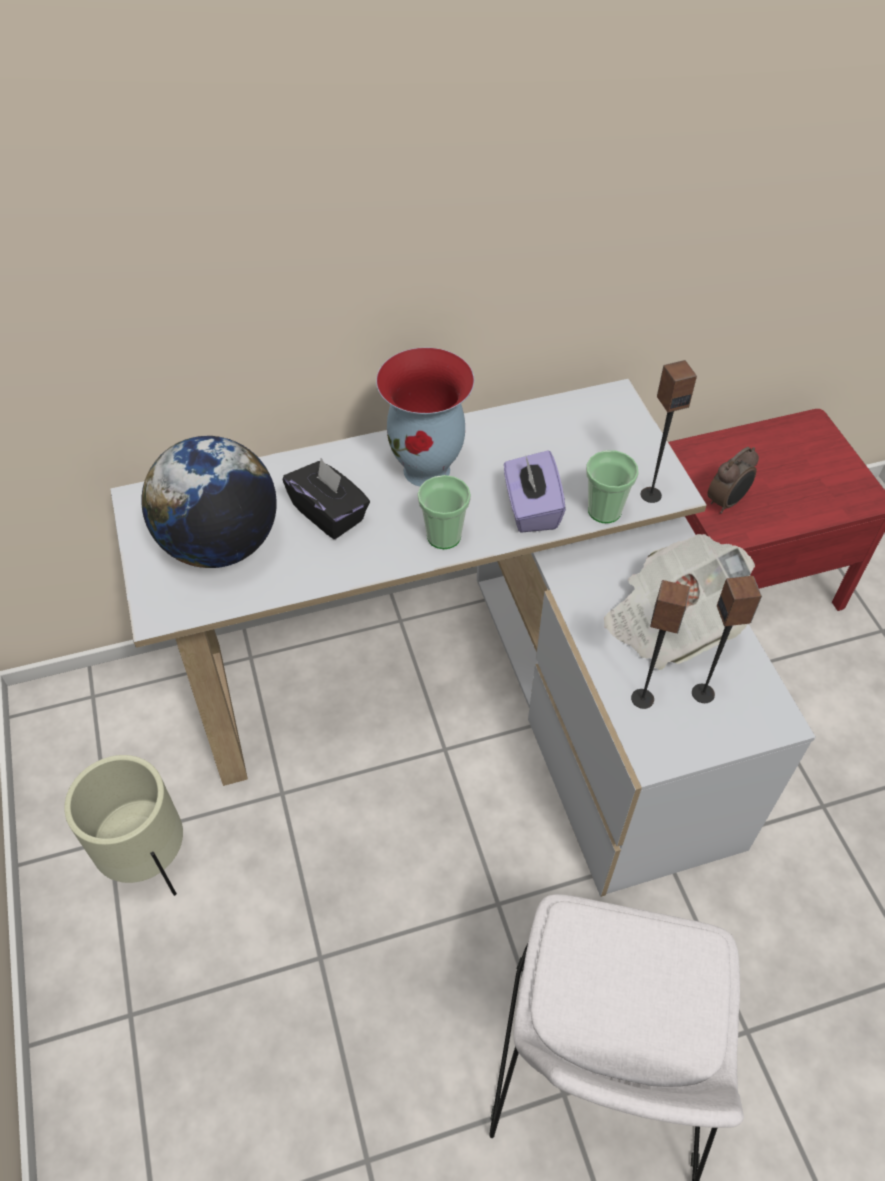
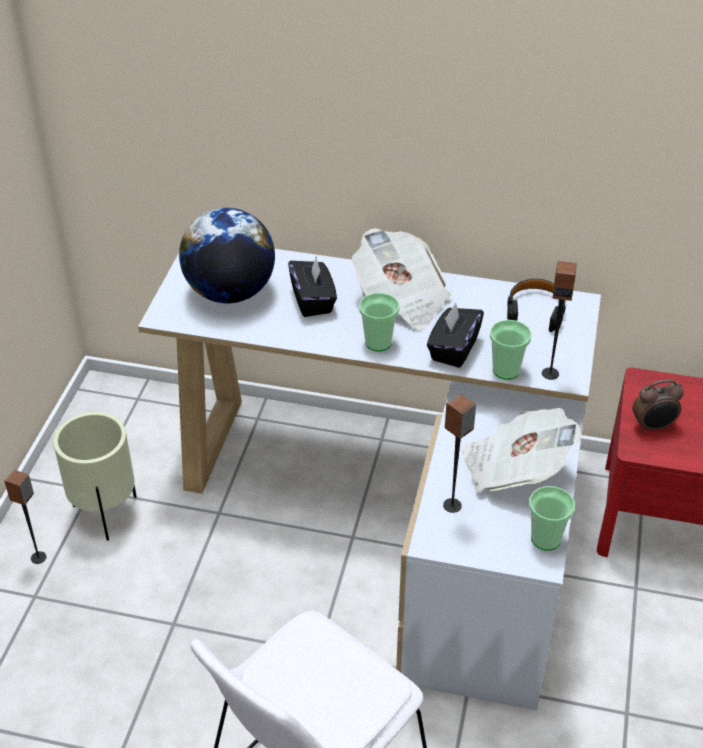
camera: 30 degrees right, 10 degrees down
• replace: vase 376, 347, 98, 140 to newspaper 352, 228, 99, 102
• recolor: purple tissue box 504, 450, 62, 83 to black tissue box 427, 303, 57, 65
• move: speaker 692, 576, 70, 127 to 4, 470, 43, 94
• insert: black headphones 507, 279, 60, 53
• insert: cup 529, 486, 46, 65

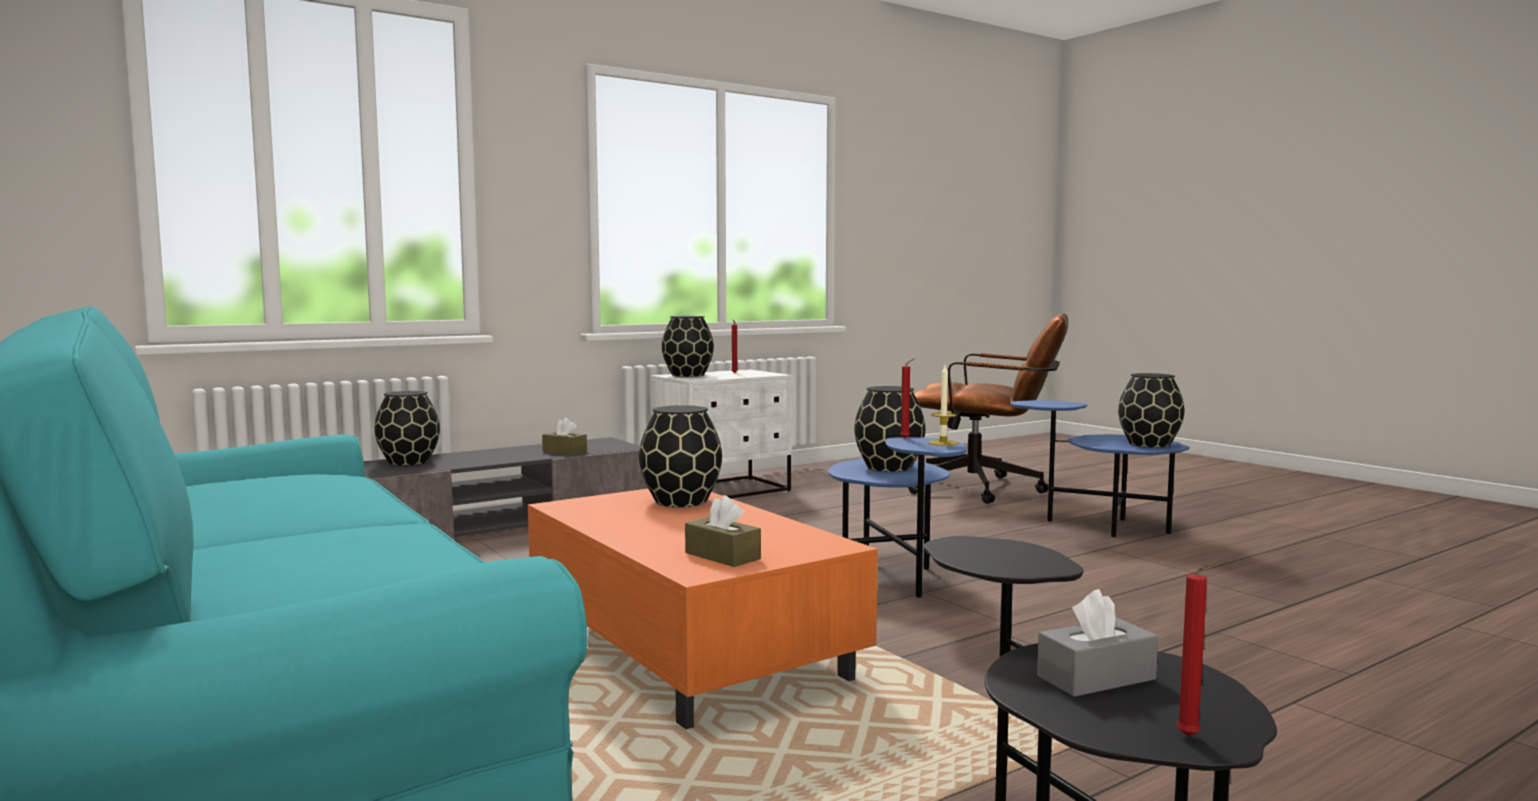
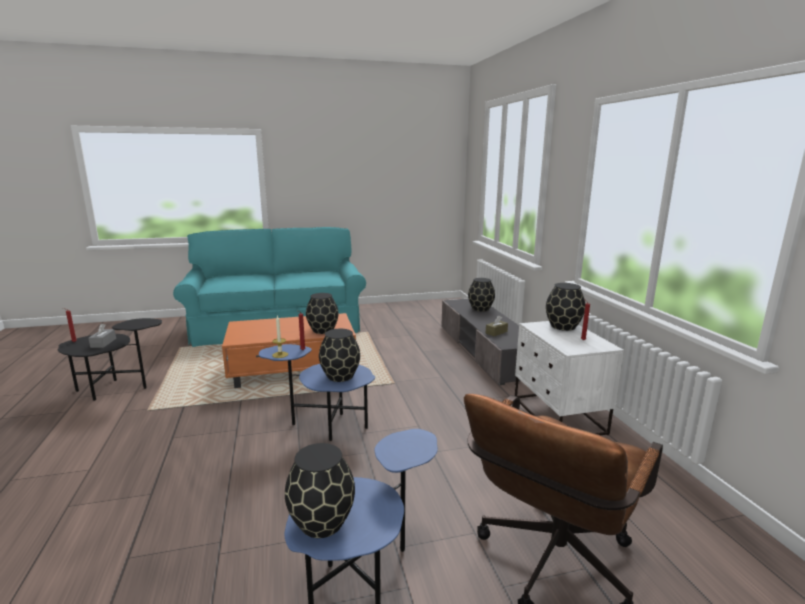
camera: 110 degrees right, 10 degrees up
• delete: brown tissue box 685, 495, 76, 72

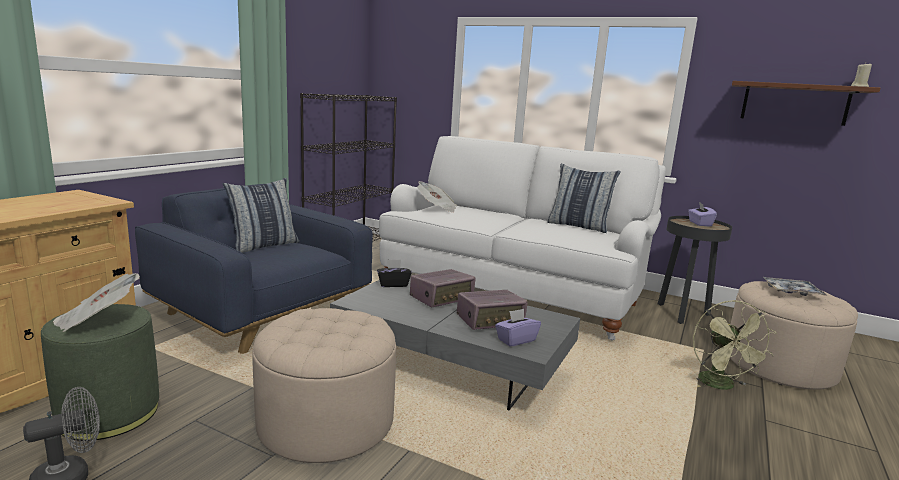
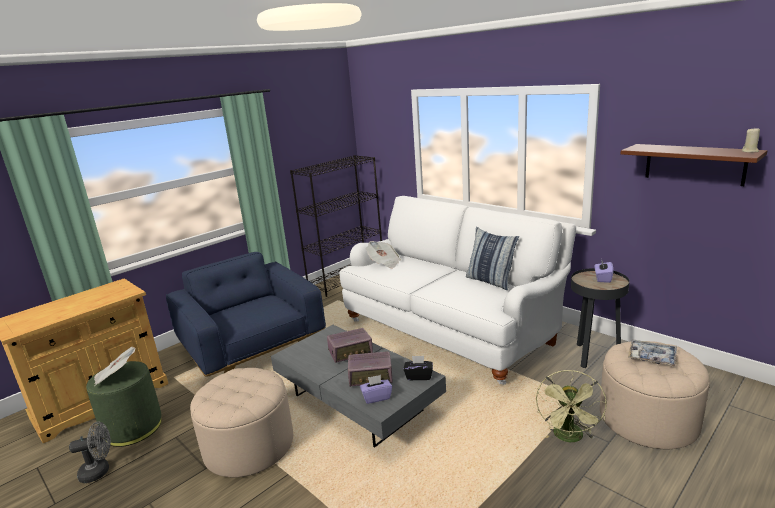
camera: 20 degrees right, 5 degrees up
• delete: pillow 223, 178, 76, 75
• move: black tissue box 377, 259, 35, 28 to 404, 356, 29, 24

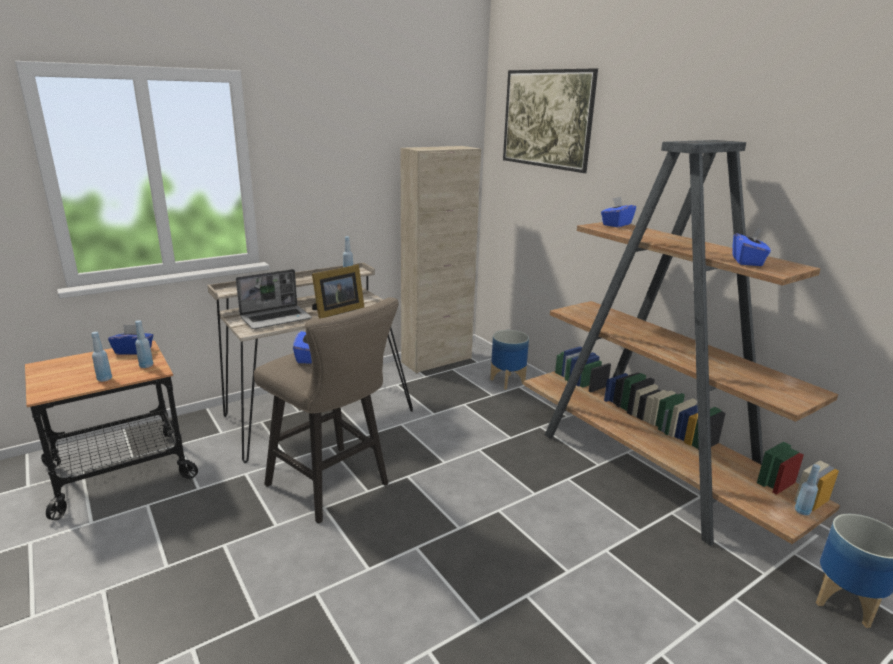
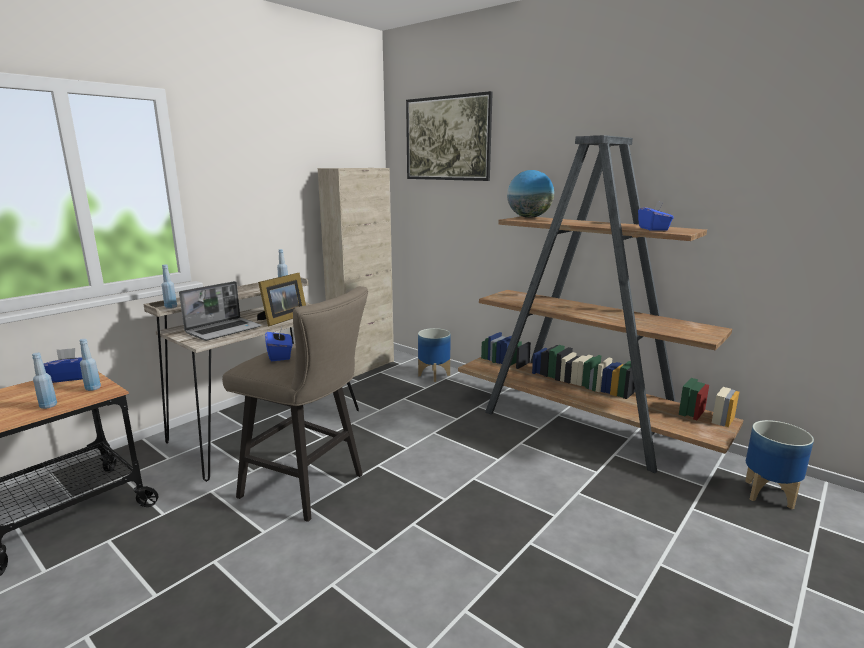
camera: 15 degrees left, 5 degrees down
• replace: blue tissue box 601, 197, 35, 30 to globe 507, 170, 47, 48
• move: blue bottle 795, 464, 25, 52 to 162, 264, 15, 45

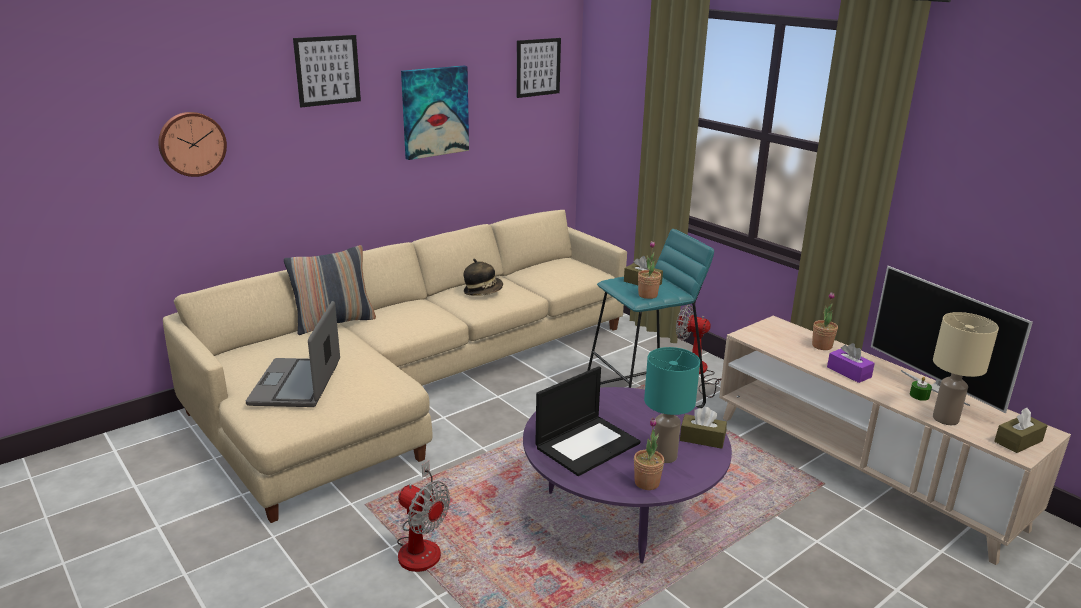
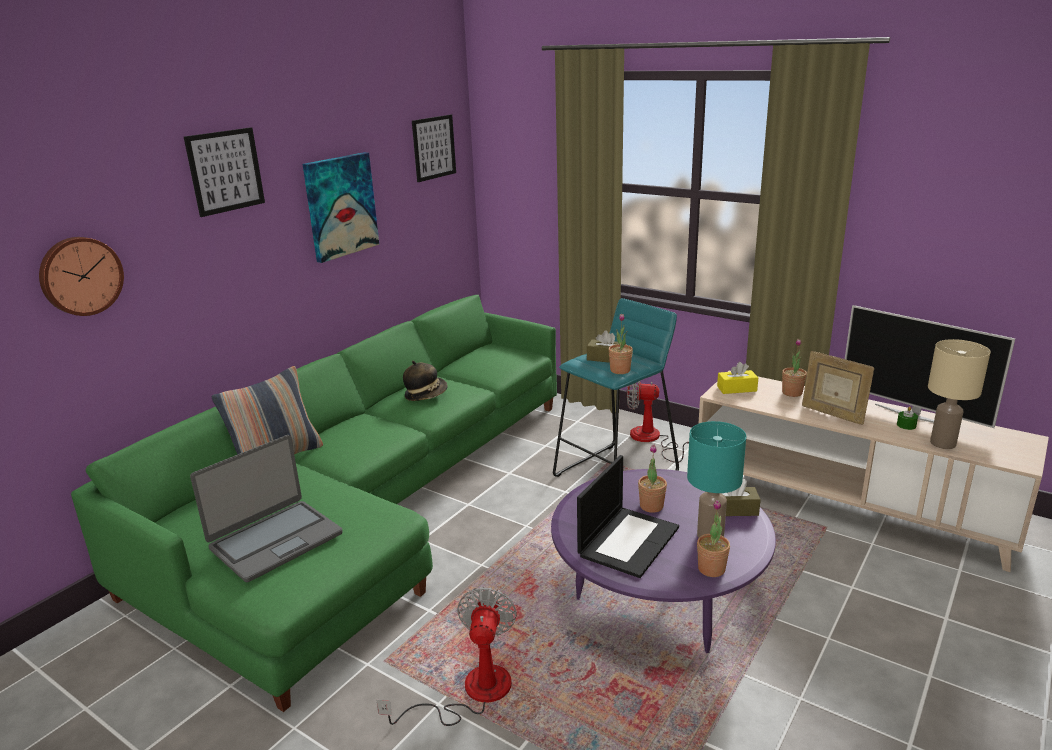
camera: 15 degrees left, 0 degrees up
• recolor: beige sofa 163, 210, 464, 313 to green sofa 71, 295, 486, 417
• rotate: laptop 246, 301, 94, 106 = 190, 435, 153, 147 120 degrees counterclockwise
• rotate: fan 397, 461, 53, 111 = 376, 587, 141, 139 105 degrees counterclockwise
• replace: purple tissue box 827, 343, 48, 40 to picture frame 802, 351, 72, 74
• delete: brown tissue box 995, 408, 53, 45
• insert: potted plant 638, 444, 29, 69
• insert: yellow tissue box 717, 362, 41, 32

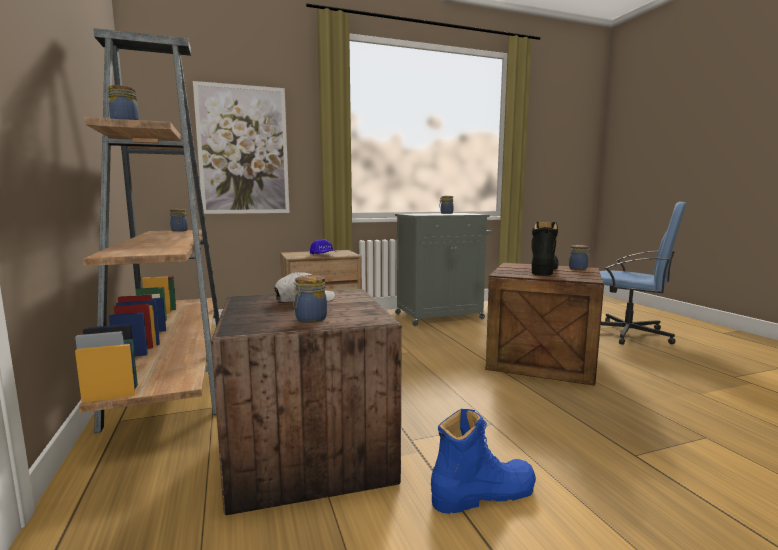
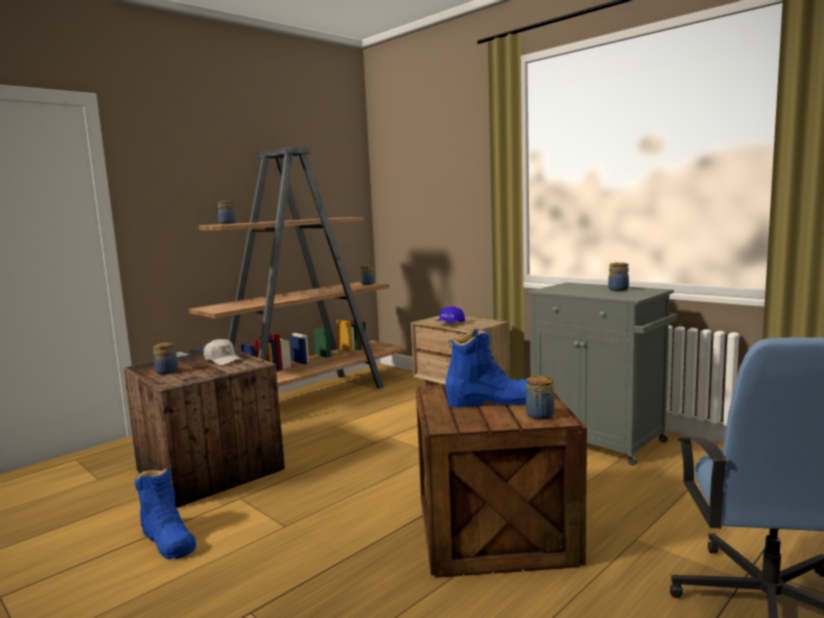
camera: 65 degrees right, 0 degrees up
• delete: picture 193, 81, 96, 133
• recolor: black boot 531, 222, 28, 54 to blue boot 446, 329, 81, 78

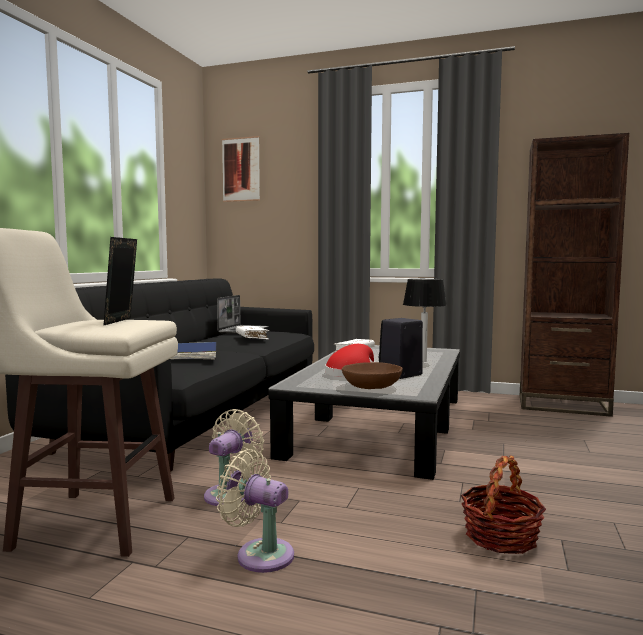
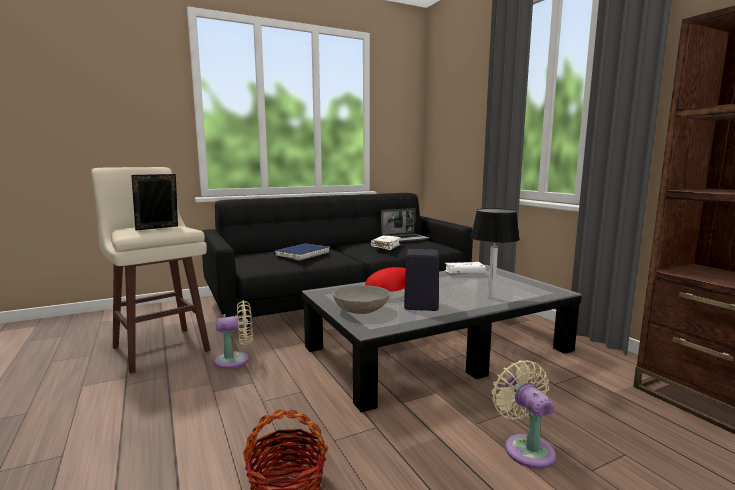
camera: 45 degrees right, 5 degrees up
• move: beige fan 216, 449, 78, 124 to 492, 360, 64, 109
• delete: picture 222, 136, 38, 66
• recolor: brown bowl 342, 362, 61, 27 to grey bowl 333, 285, 57, 29

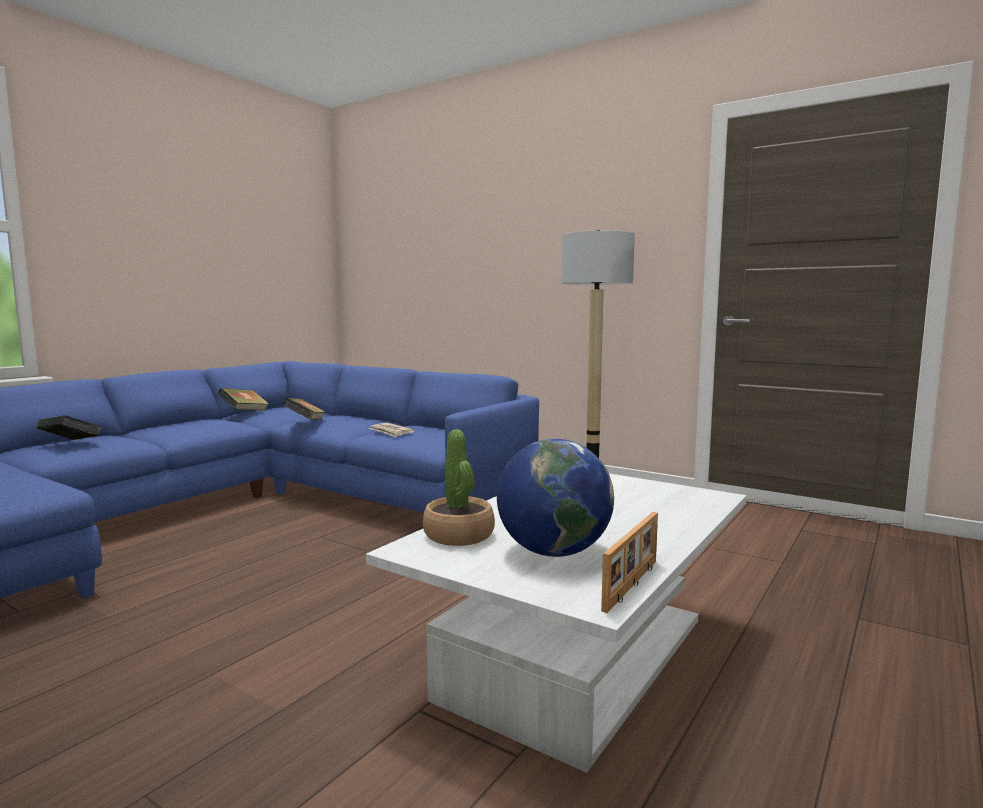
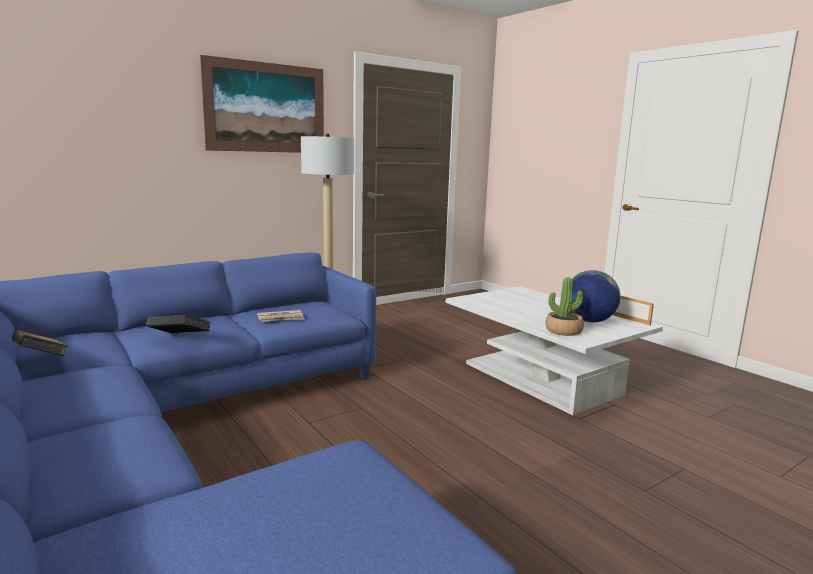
camera: 70 degrees left, 5 degrees up
• delete: book 36, 415, 66, 25
• insert: picture 200, 55, 124, 98

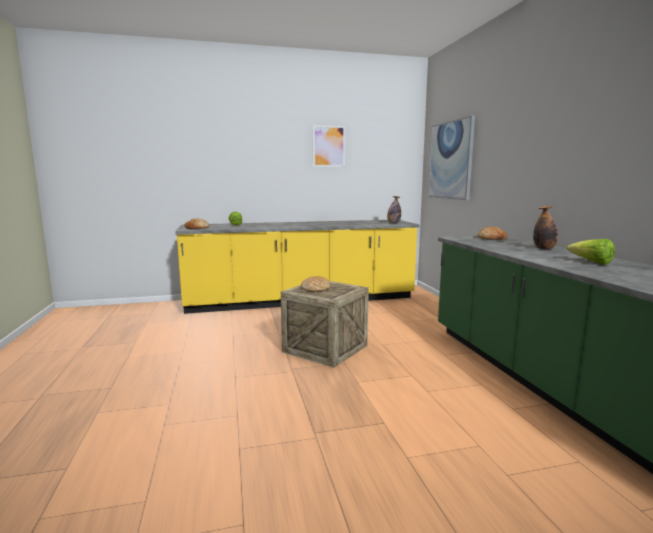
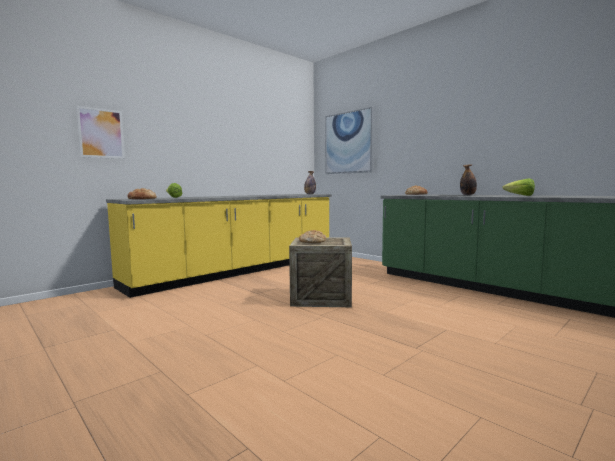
camera: 30 degrees left, 5 degrees down
• move: picture 313, 125, 32, 42 to 76, 106, 49, 53

